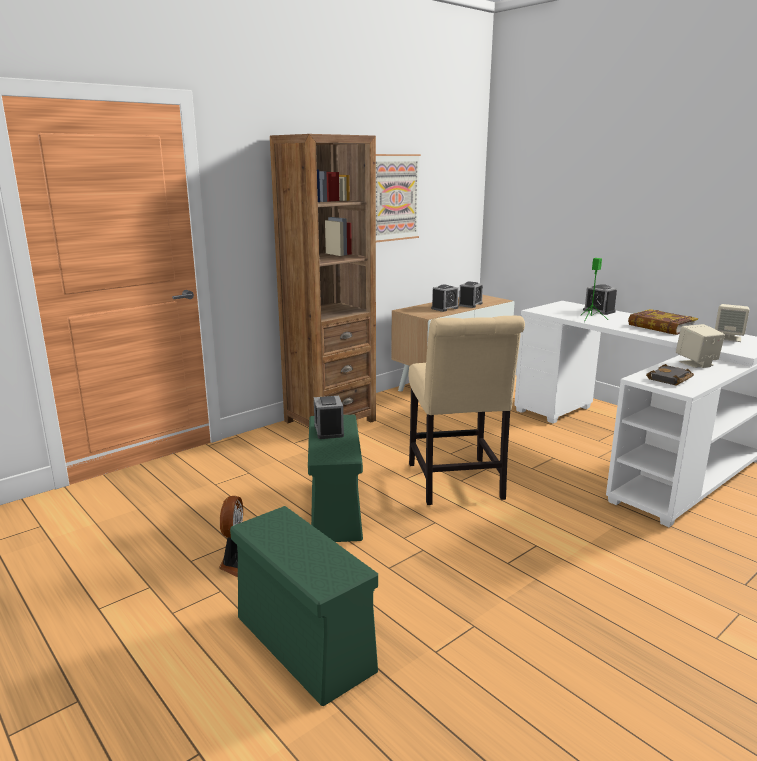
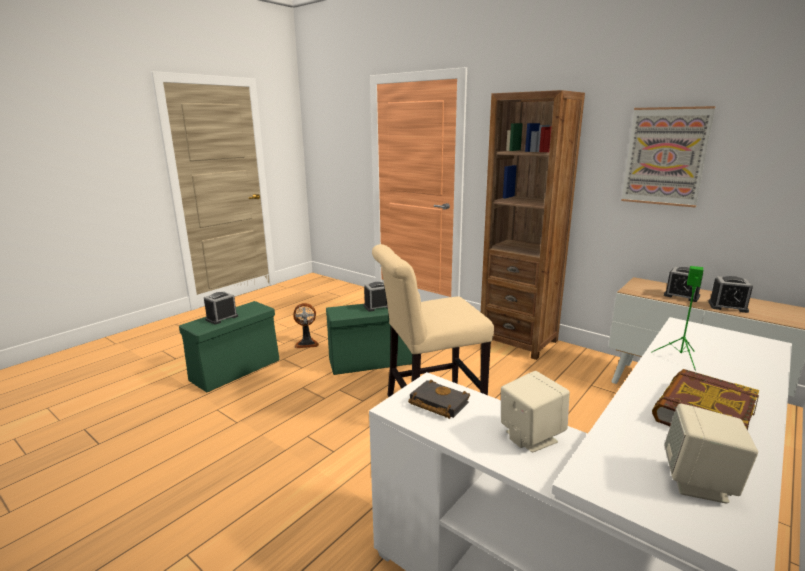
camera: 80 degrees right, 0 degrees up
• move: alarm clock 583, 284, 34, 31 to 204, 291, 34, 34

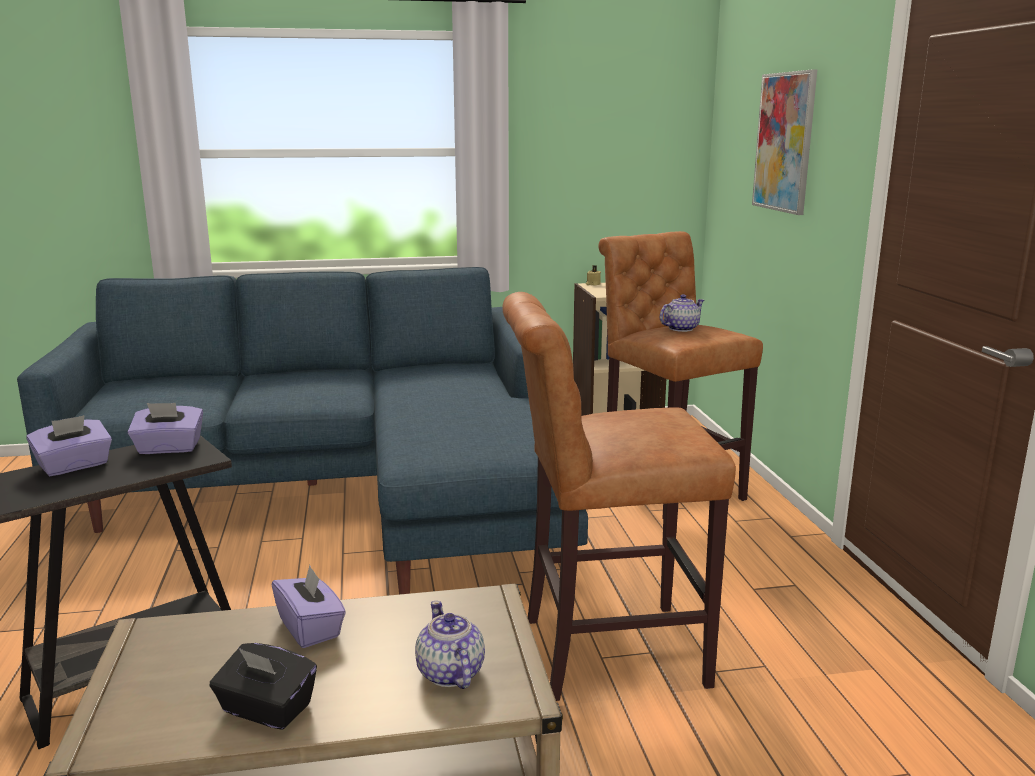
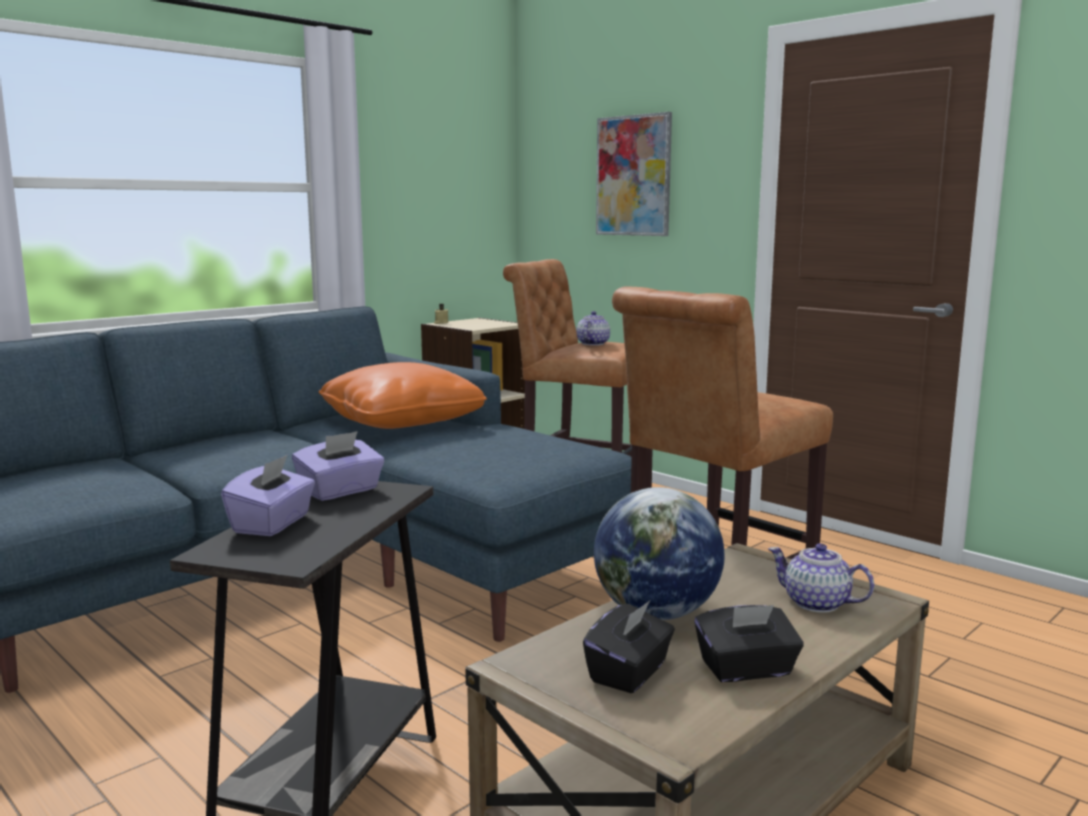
camera: 35 degrees left, 5 degrees down
• replace: purple tissue box 272, 565, 74, 83 to globe 594, 487, 131, 133
• insert: orange pillow 319, 362, 168, 67
• insert: black tissue box 583, 601, 92, 92

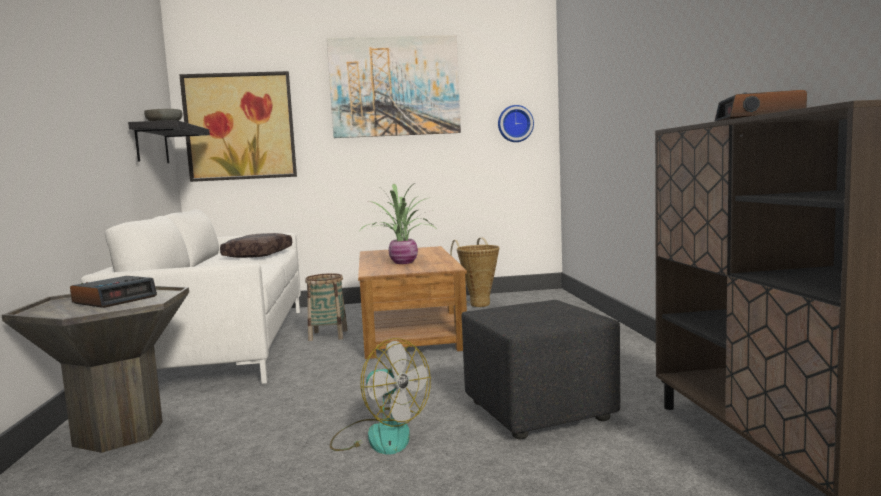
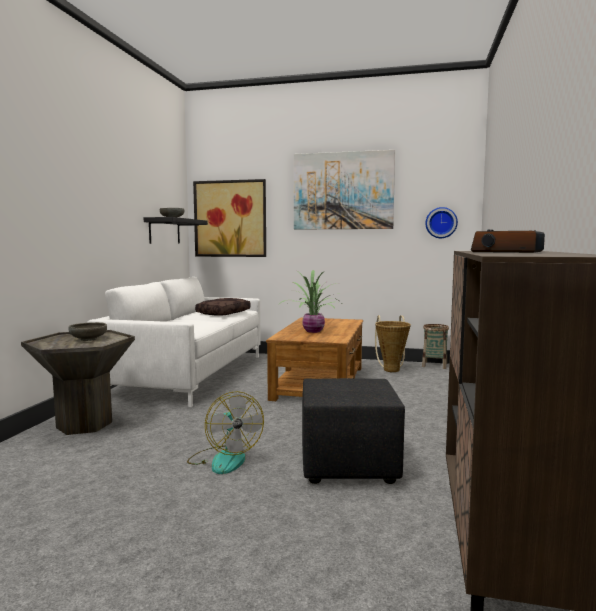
camera: 20 degrees right, 0 degrees up
• replace: alarm clock 70, 276, 87, 32 to grey bowl 69, 322, 38, 19
• move: basket 305, 273, 43, 68 to 422, 324, 27, 45

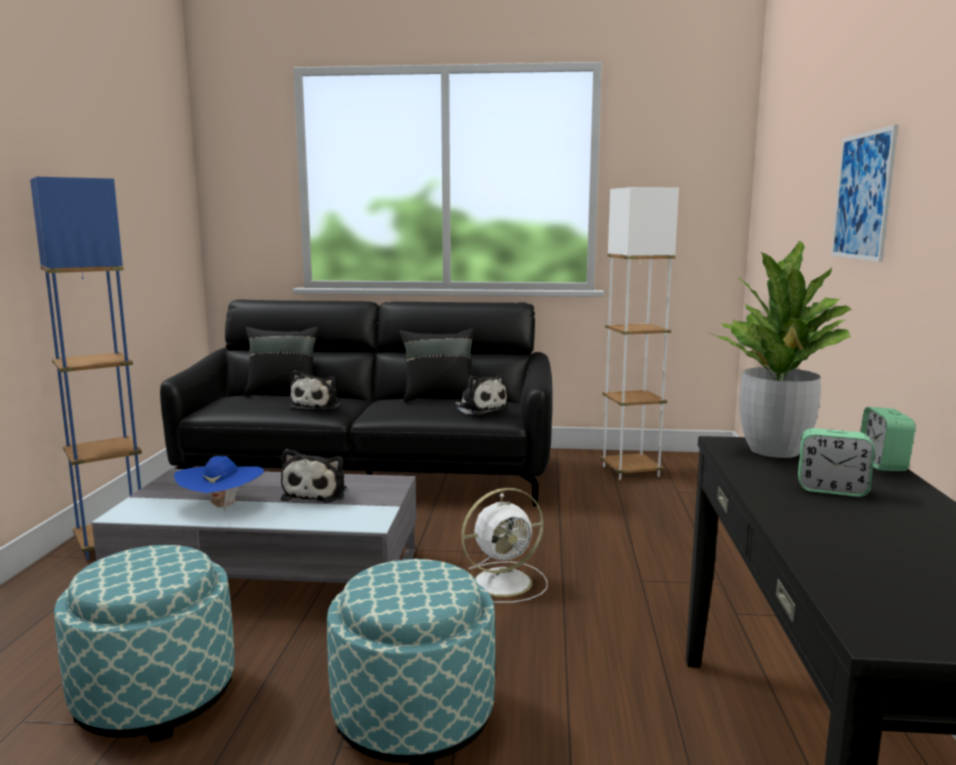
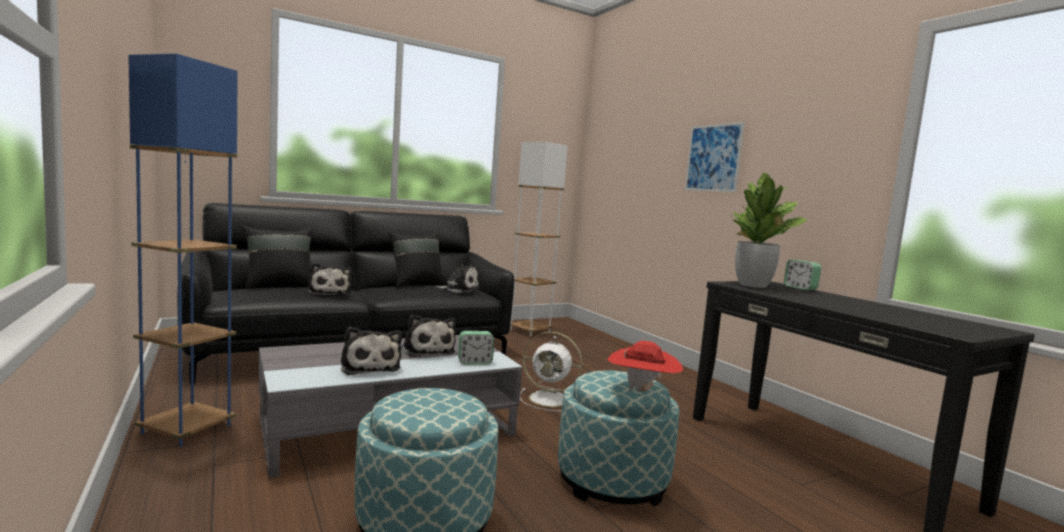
camera: 35 degrees left, 5 degrees down
• replace: blue hat 174, 456, 90, 56 to plush toy 341, 327, 61, 48
• rotate: white fan 461, 488, 86, 115 = 520, 332, 63, 80 75 degrees clockwise
• move: alarm clock 798, 428, 77, 69 to 458, 331, 36, 33
• insert: red hat 608, 341, 75, 51

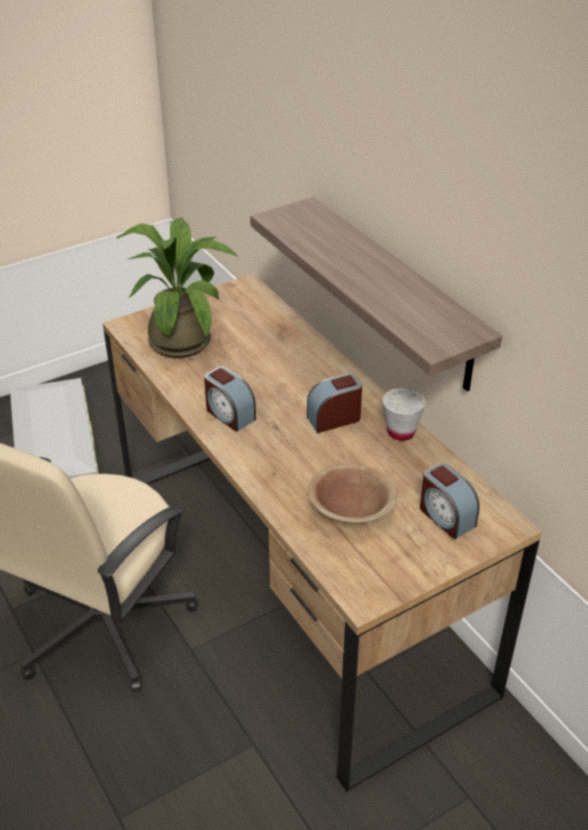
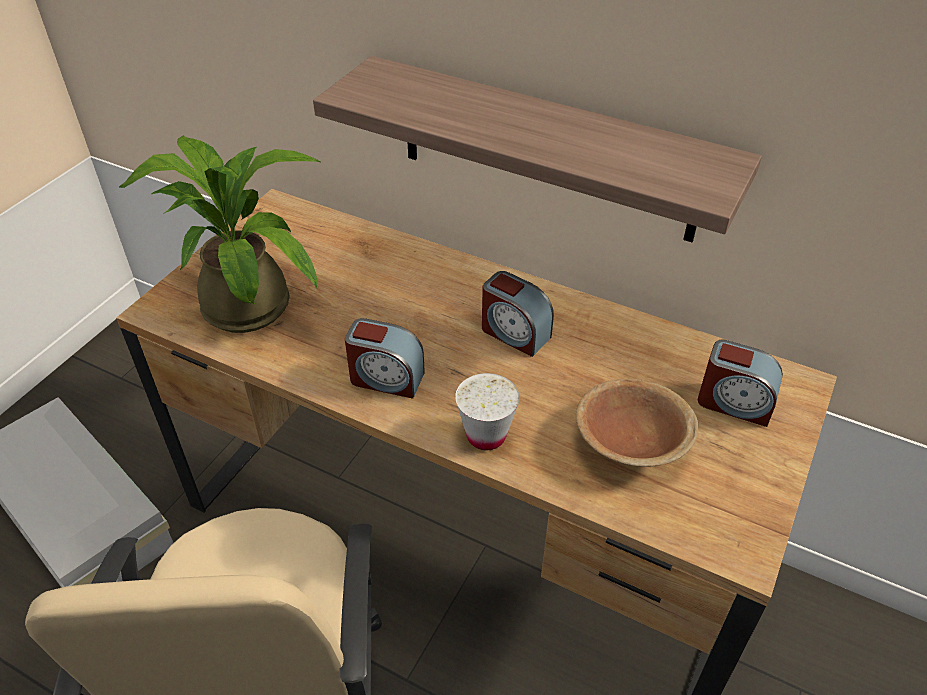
camera: 30 degrees left, 5 degrees up
• rotate: alarm clock 307, 373, 55, 60 = 482, 271, 72, 86 90 degrees counterclockwise
• move: white cup 382, 388, 44, 53 to 455, 373, 65, 77

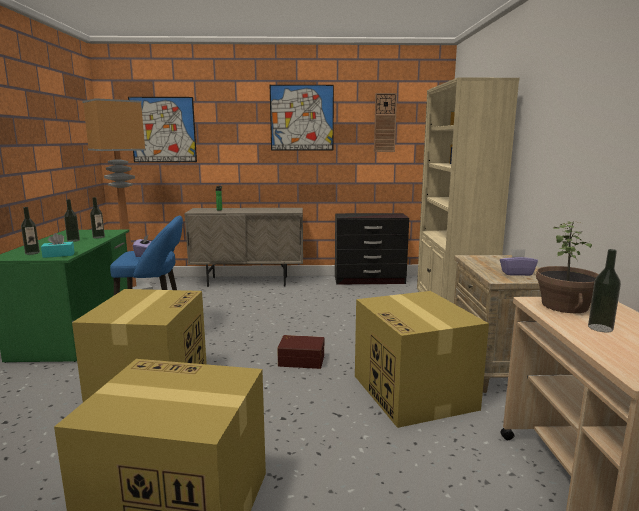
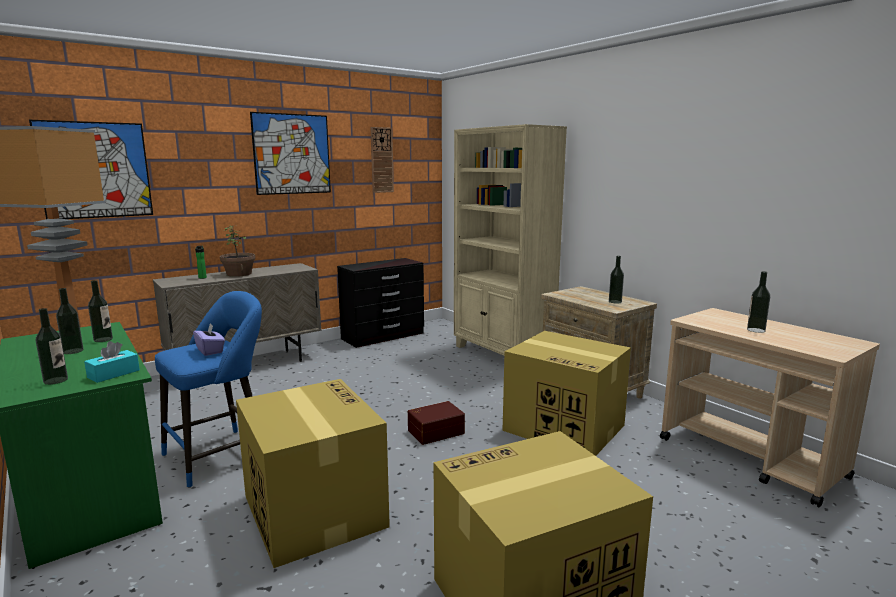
camera: 35 degrees left, 0 degrees up
• replace: purple tissue box 500, 249, 38, 27 to bottle 609, 256, 15, 47
• move: potted plant 536, 220, 63, 93 to 220, 225, 35, 52

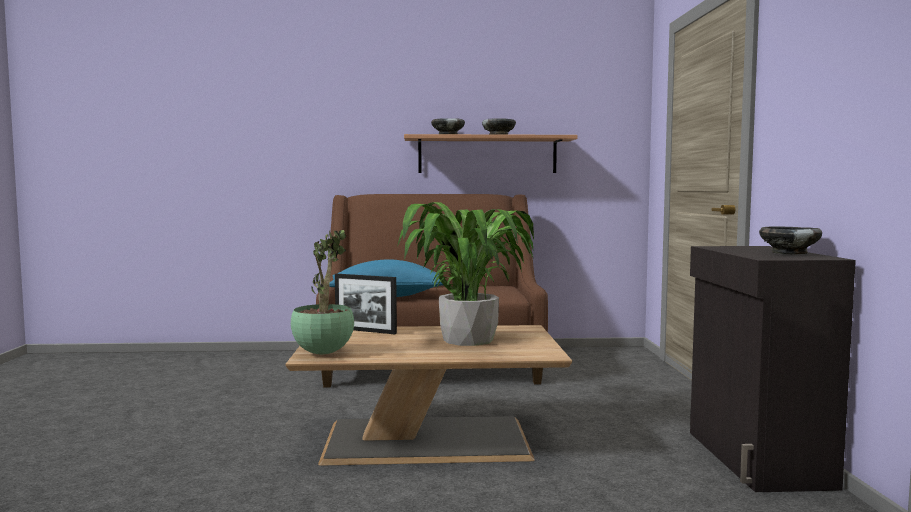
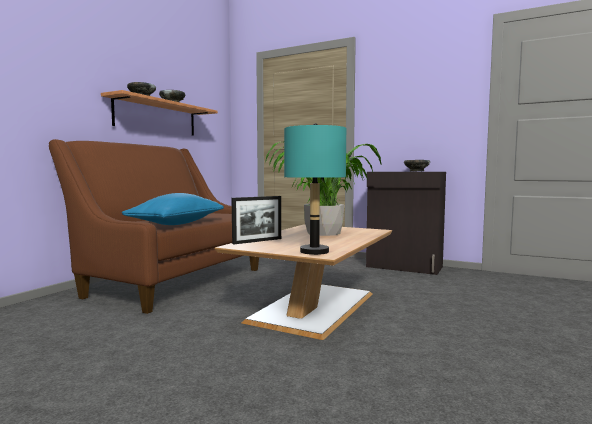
camera: 60 degrees left, 0 degrees up
• replace: potted plant 291, 230, 63, 124 to turquoise table lamp 284, 123, 62, 132

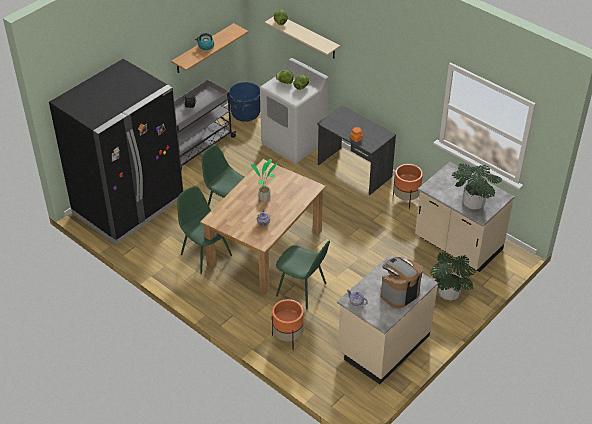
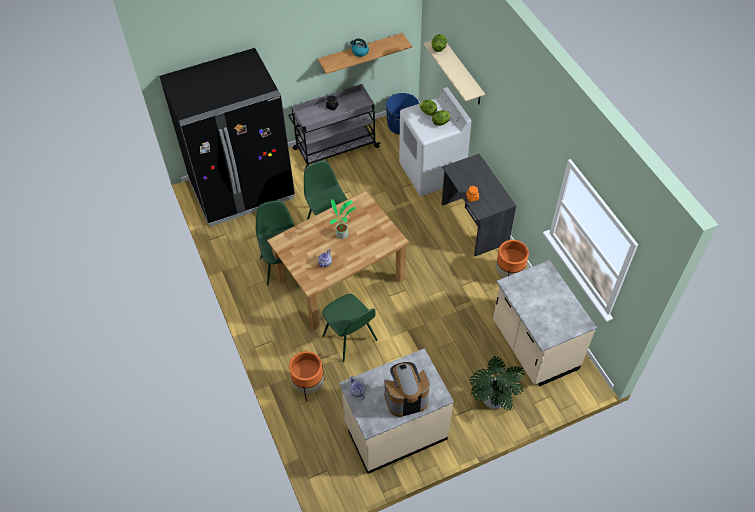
camera: 25 degrees right, 10 degrees up
• delete: potted plant 452, 163, 50, 47

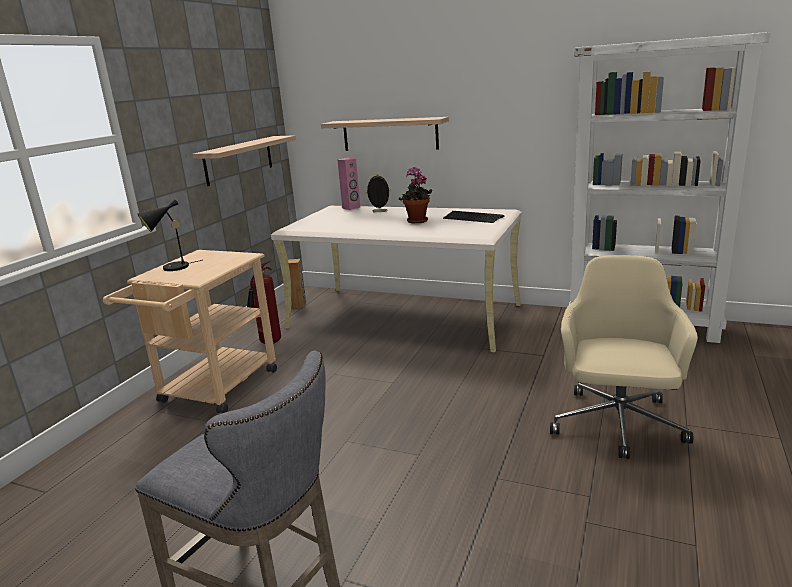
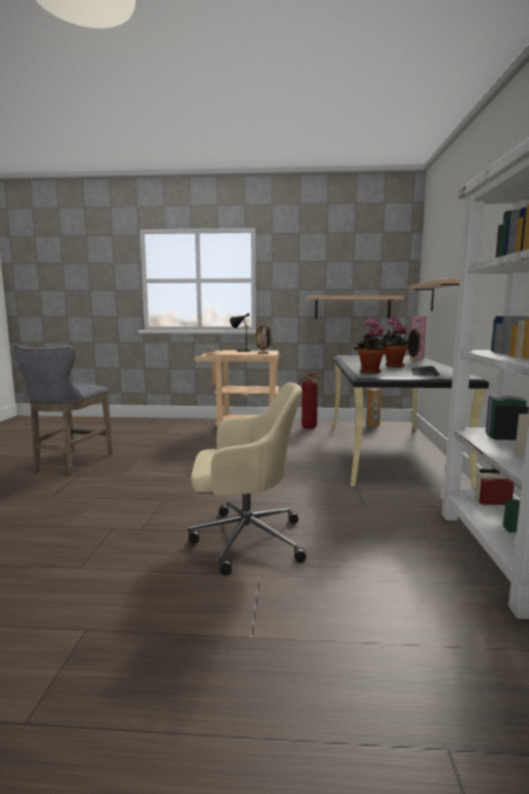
camera: 70 degrees right, 10 degrees down
• recolor: beige desk 271, 206, 251, 146 to black desk 332, 355, 157, 135
• insert: picture frame 254, 323, 19, 31
• insert: potted plant 354, 317, 35, 57

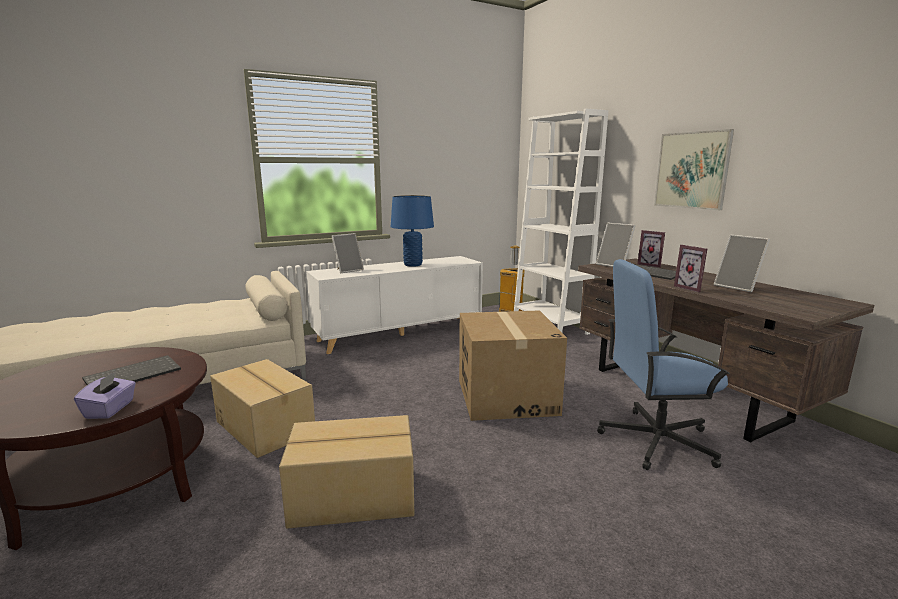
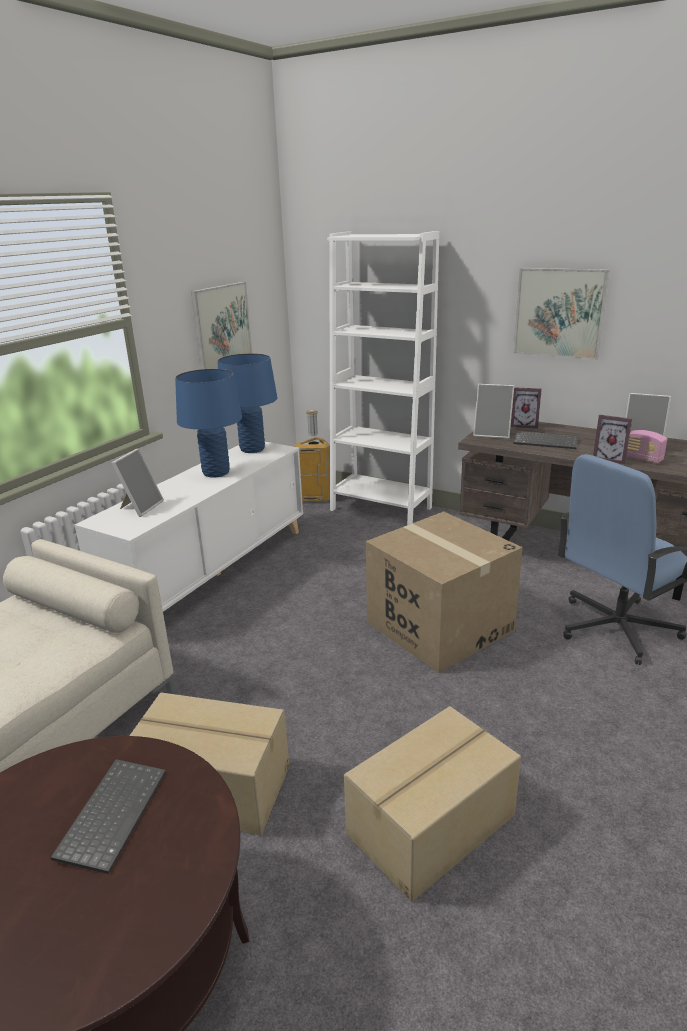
camera: 30 degrees left, 10 degrees up
• delete: purple tissue box 74, 371, 62, 48
• insert: picture 191, 282, 61, 87
• insert: blue table lamp 218, 353, 59, 100
• insert: radio 626, 430, 41, 33

